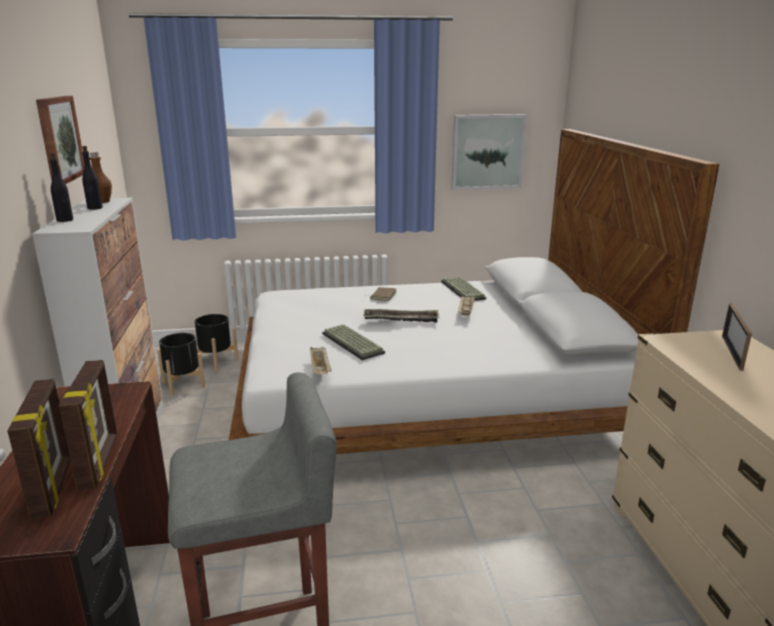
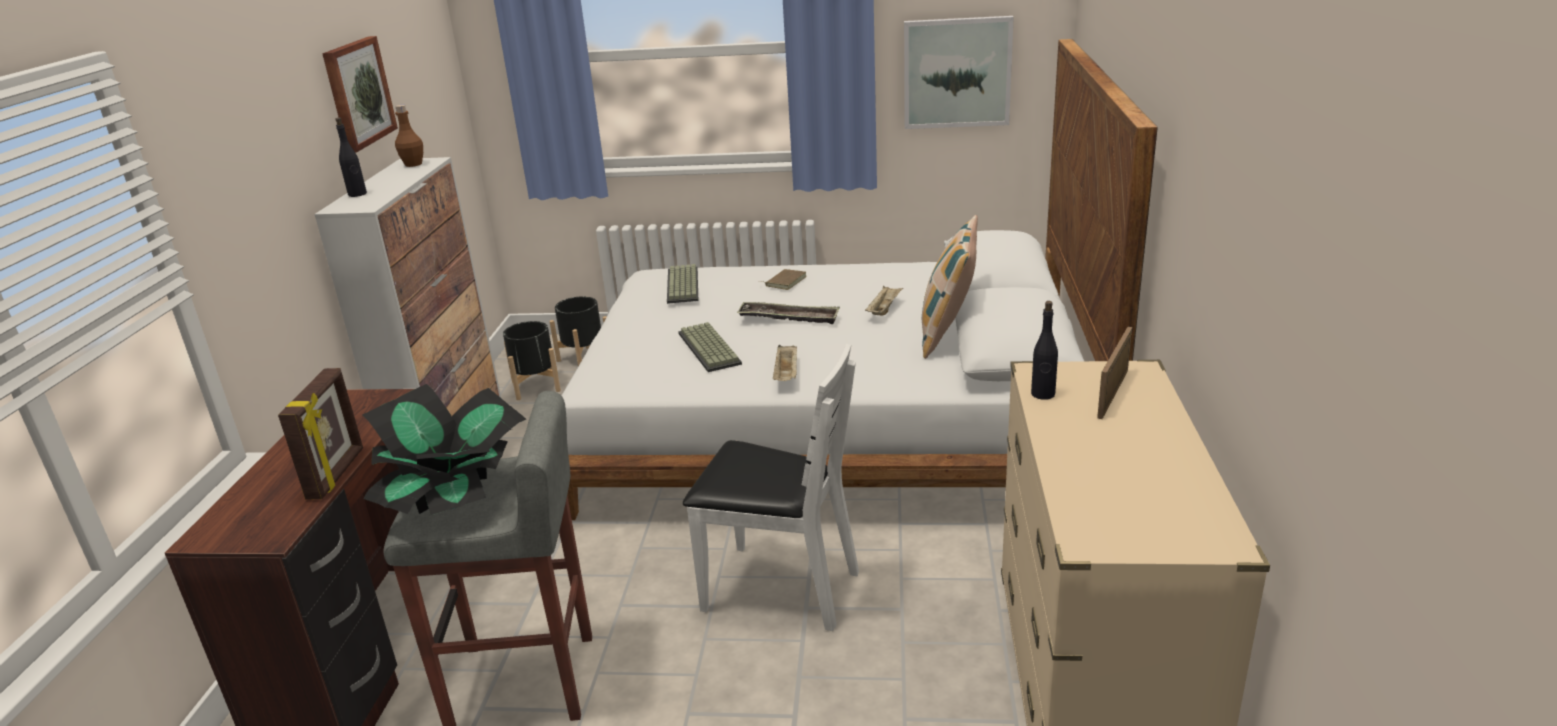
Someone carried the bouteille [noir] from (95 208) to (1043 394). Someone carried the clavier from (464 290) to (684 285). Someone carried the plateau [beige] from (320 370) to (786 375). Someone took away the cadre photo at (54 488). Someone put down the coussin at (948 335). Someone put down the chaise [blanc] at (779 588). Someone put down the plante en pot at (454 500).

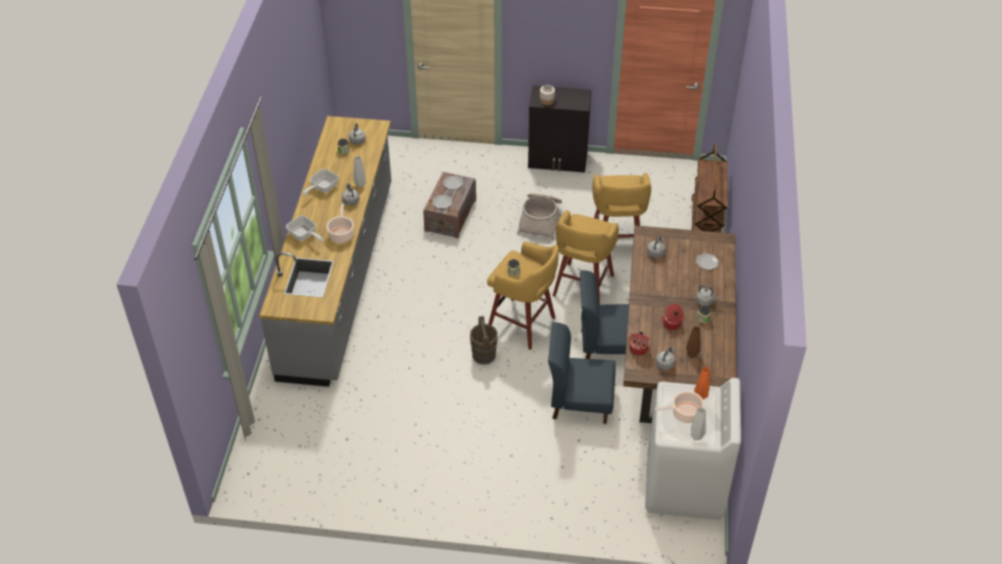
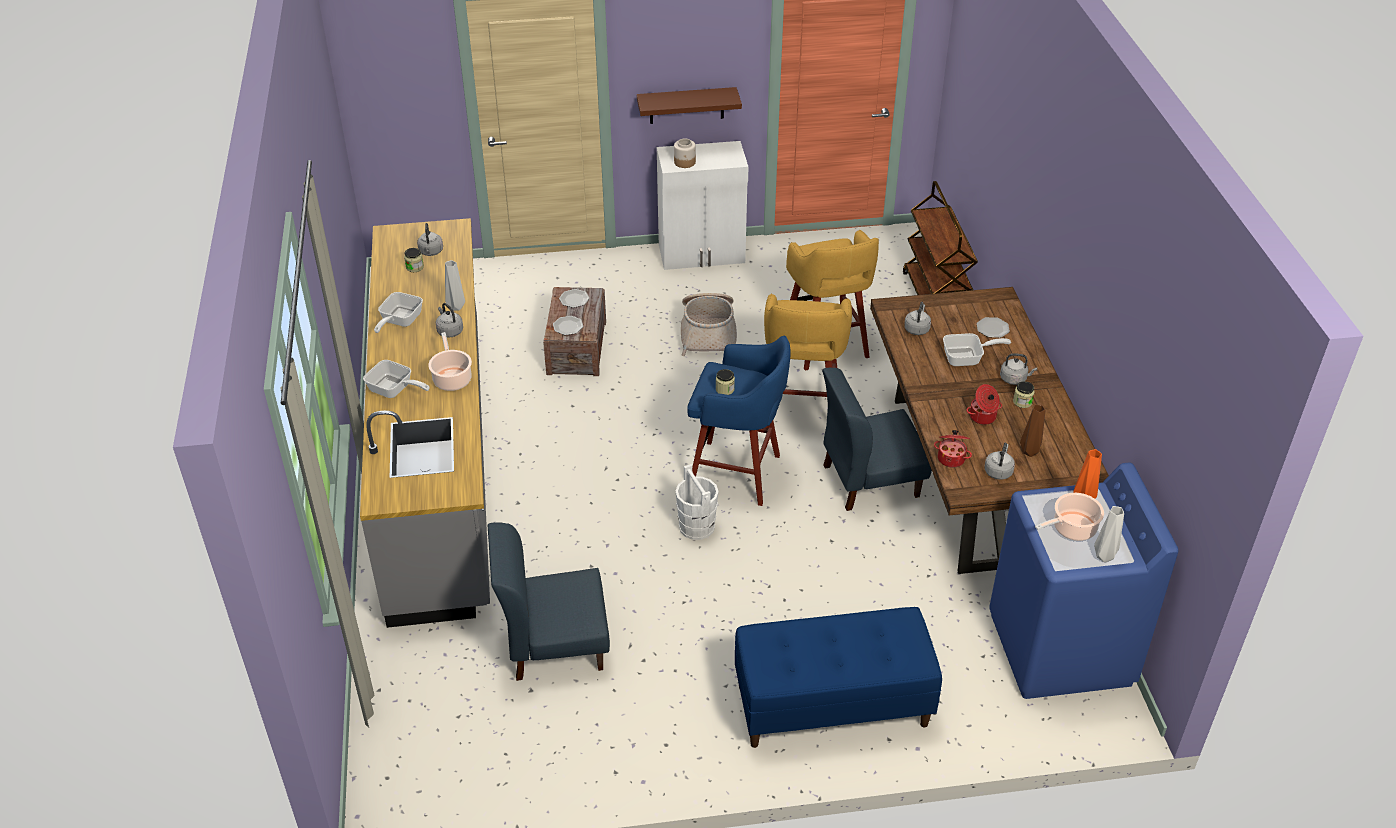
Someone repainted the meuble de rangement [noir] at (558 160), which became the meuble de rangement [blanc] at (702 254). Someone repainted the tabouret [jaune] at (523 325), which became the tabouret [bleu] at (737 474). Someone repainted the seau [marron] at (484 355), which became the seau [blanc] at (696 526). Someone carried the chaise [bleu] from (579 401) to (555 645). Someone repainted the lave-linge [blanc] at (685 486), which became the lave-linge [bleu] at (1060 649). Someone put up the étagère [marron] at (686 105). Someone put down the poêle at (967 358). Someone put down the banc [bleu] at (831 706).

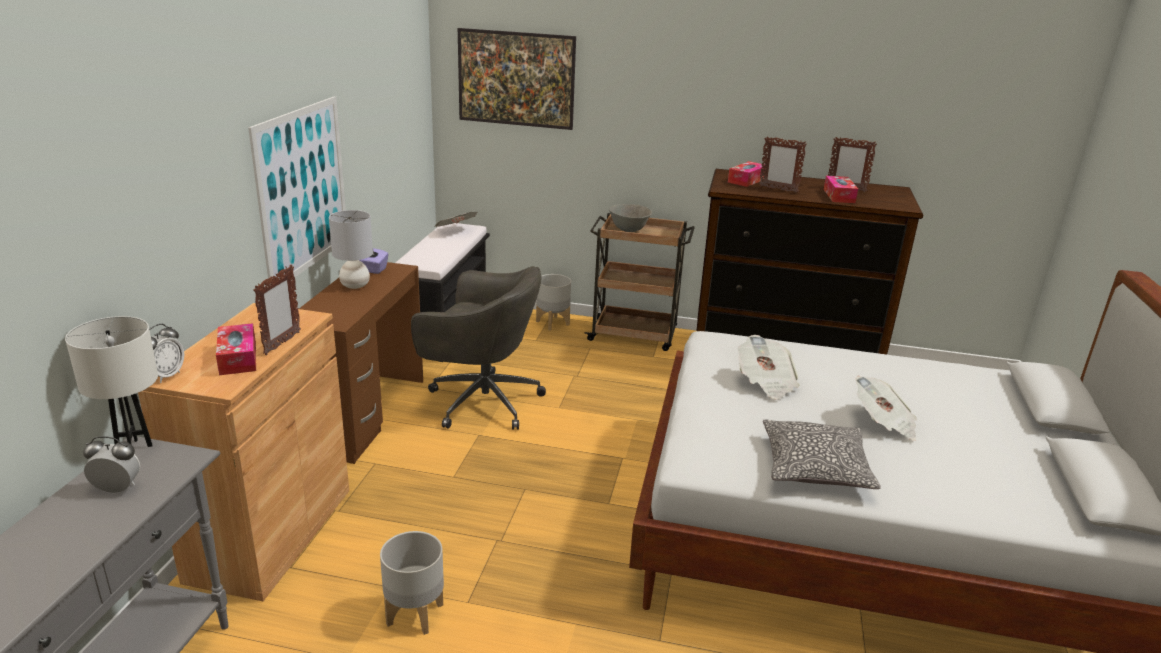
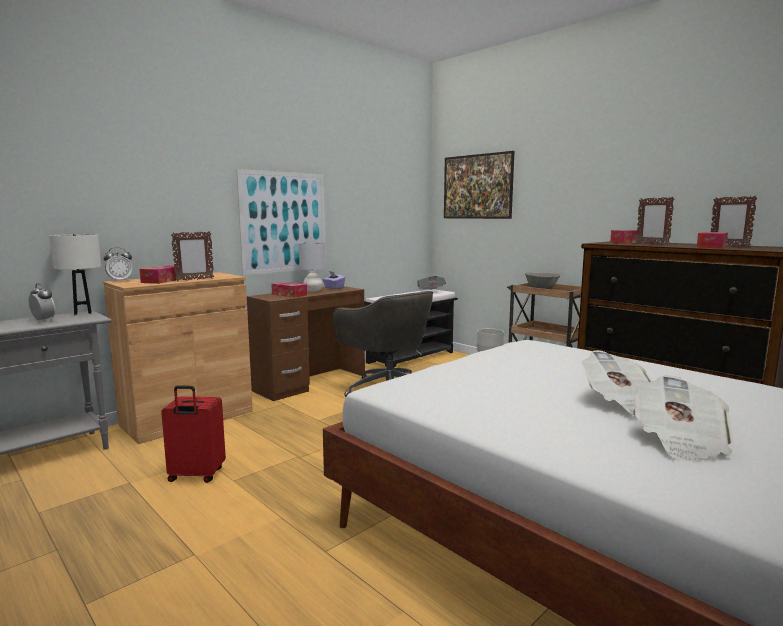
Someone carried the journal from (766 382) to (679 441). Someone took away the coussin at (815 467). Someone swapped the cache-pot [gris] at (415 615) for the valise [rouge] at (196 476). Someone put down the boîte à mouchoirs at (289 294).

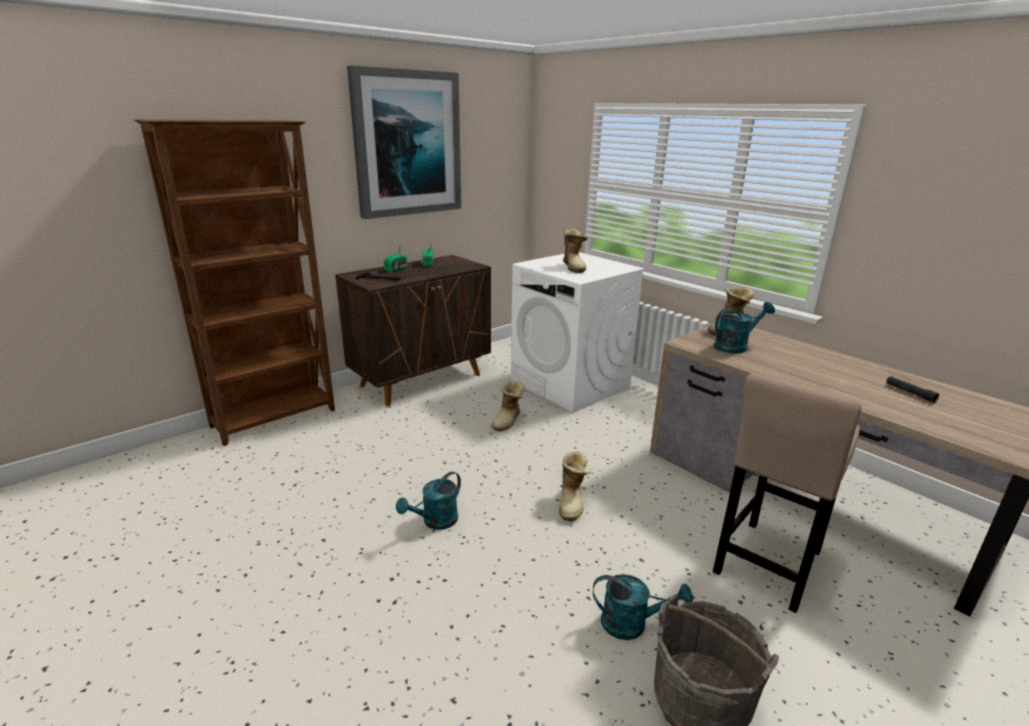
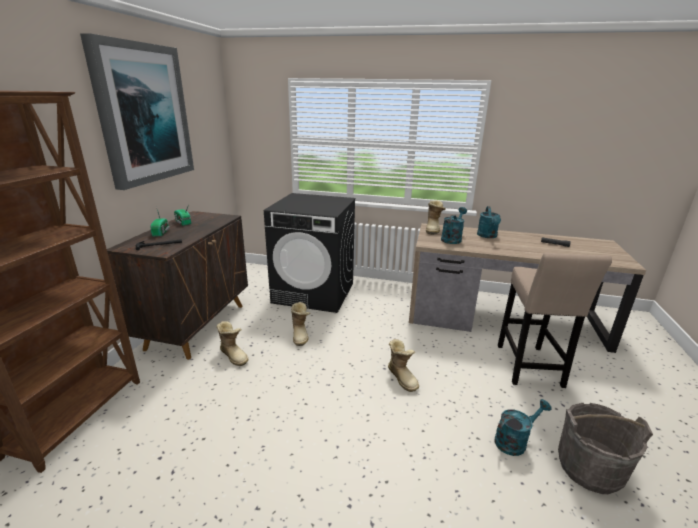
Someone carried the botte from (574 267) to (234 355). Someone repainted the lave-linge [blanc] at (570 384), which became the lave-linge [noir] at (314 293). Someone carried the arrosoir [turquoise] from (435 522) to (487 236).

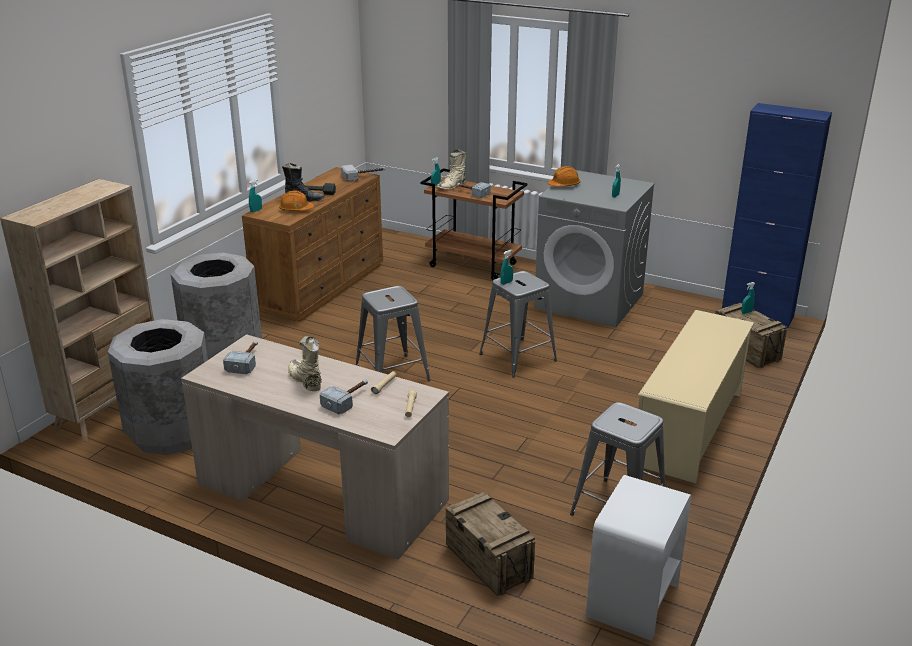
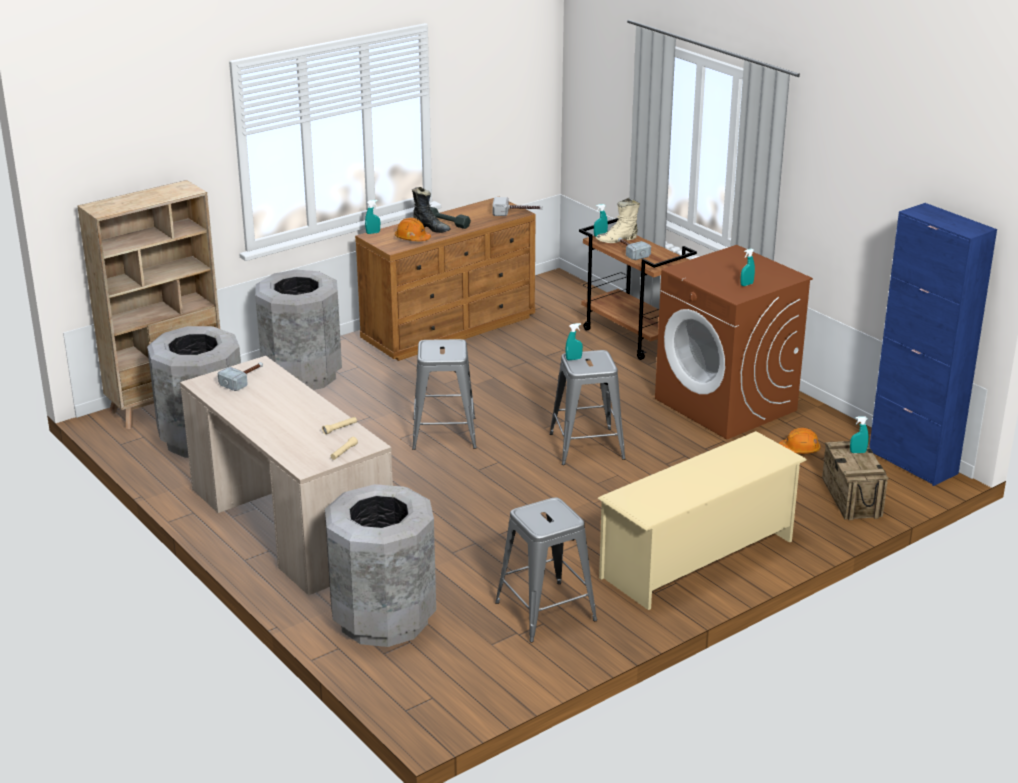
Someone carried the casque de chantier [orange] from (564 185) to (799 450). Someone repainted the lave-linge [gris] at (590 301), which became the lave-linge [marron] at (726 405). Someone took away the botte [beige] at (305 380). Someone took away the marteau at (348 400). Someone took away the table de chevet [blanc] at (633 599). Someone swapped the caisse at (487 562) for the poubelle [gris] at (383 619).

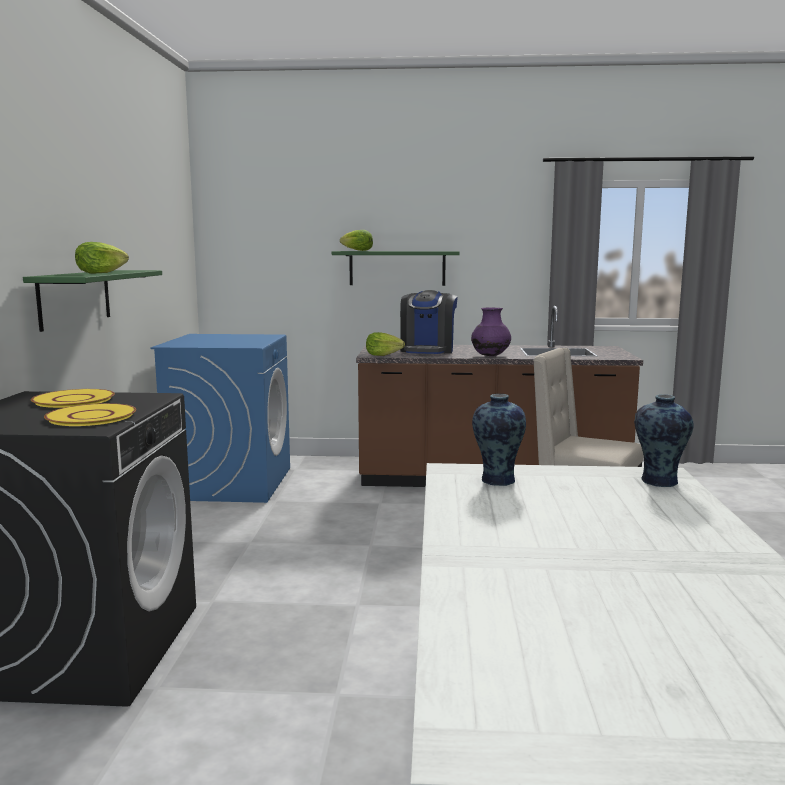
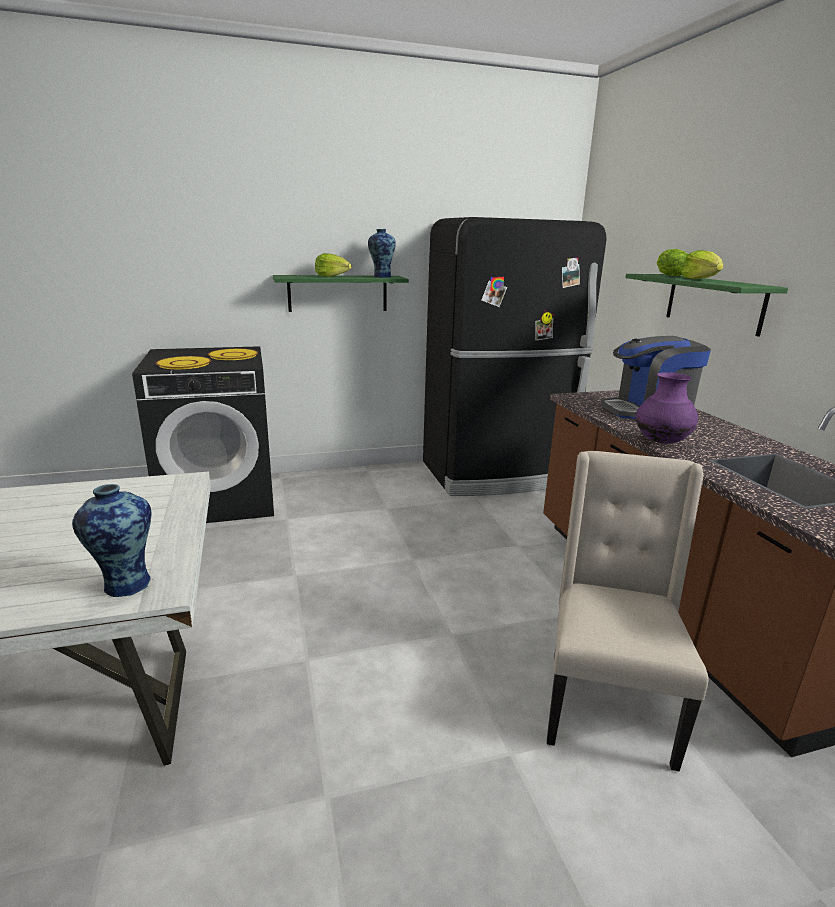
Someone carried the laitue from (383 355) to (700 279). Someone swapped the lave-linge [bleu] at (230 483) for the réfrigérateur [noir] at (498 473). Someone carried the vase from (497 480) to (381 277).

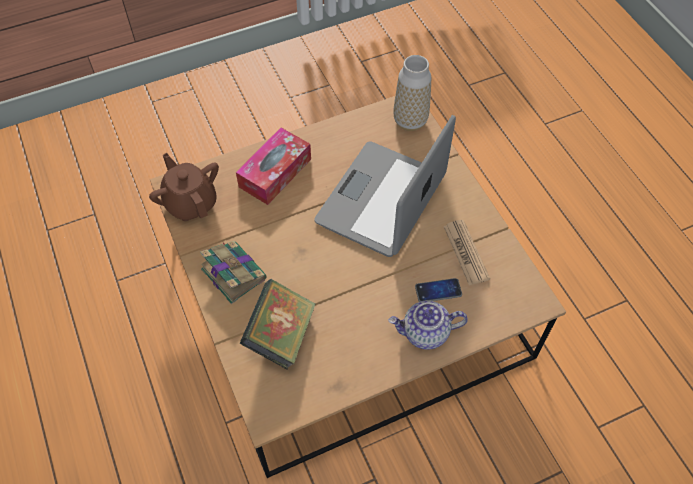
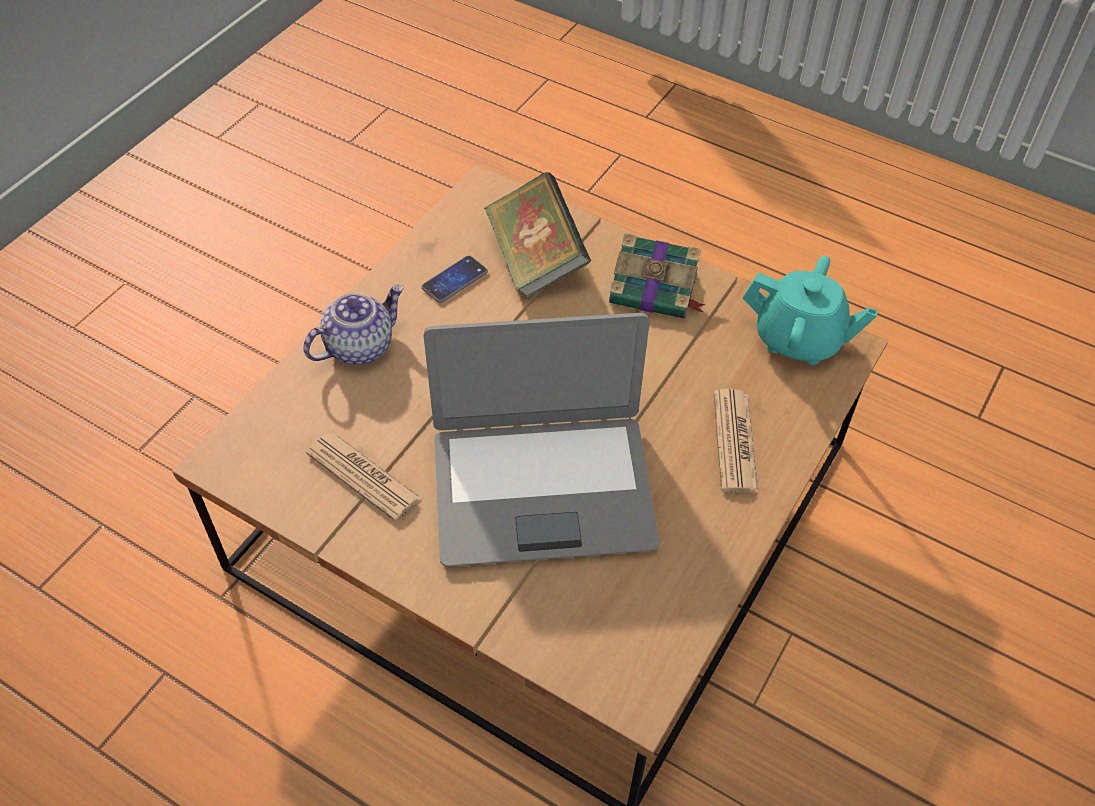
Someone took away the vase at (410 121). Someone rotated the ordinateur portable at (382 200) by 90 degrees clockwise. Someone swapped the boîte à mouchoirs at (275 173) for the journal at (734 441). Someone repainted the théière [marron] at (191 203), which became the théière [turquoise] at (799 339). Someone carried the téléphone from (438 291) to (454 280).

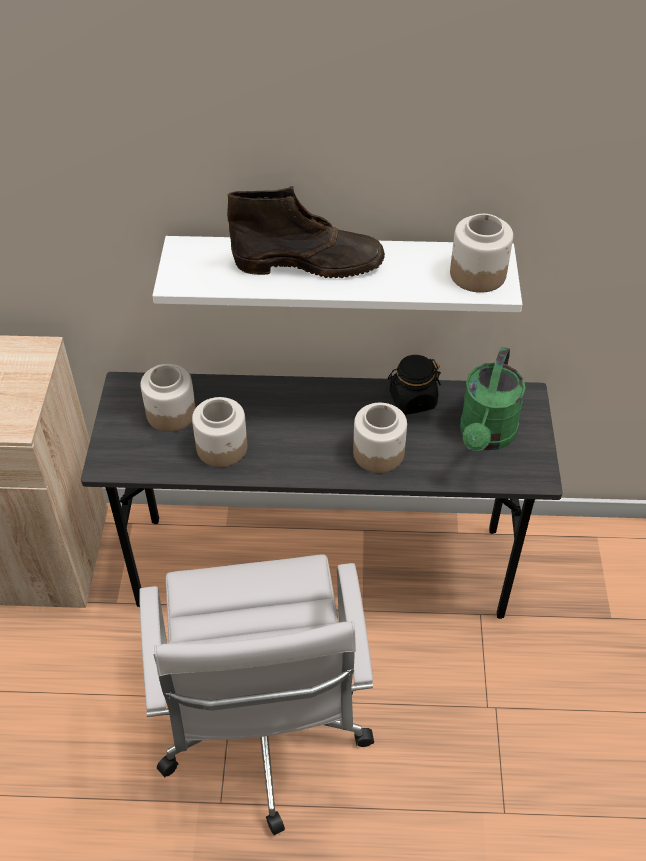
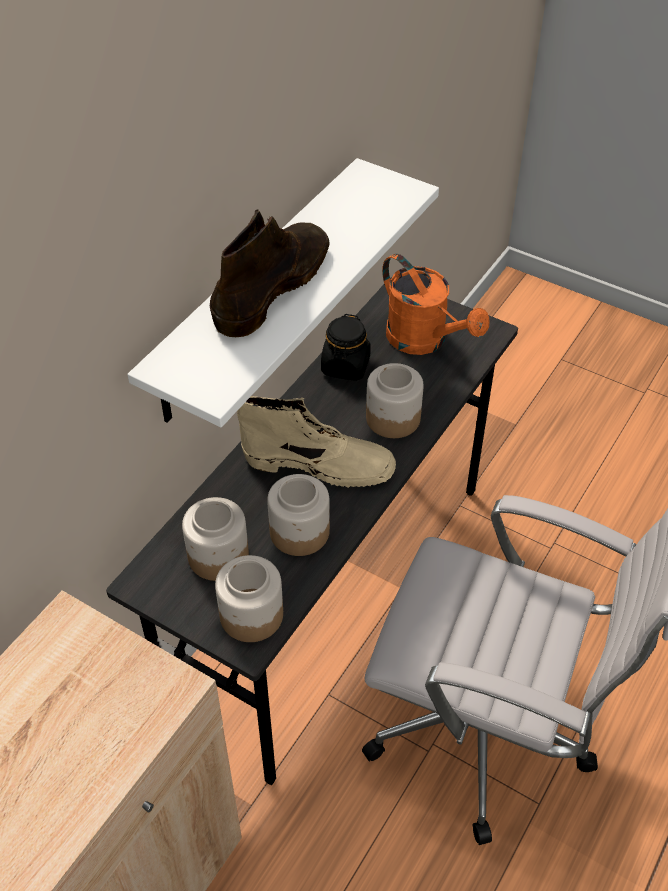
Someone carried the bocal from (477 274) to (251 614). Someone repainted the arrosoir [vert] at (485 437), which became the arrosoir [orange] at (425 341). Someone put down the botte [beige] at (320 464).

